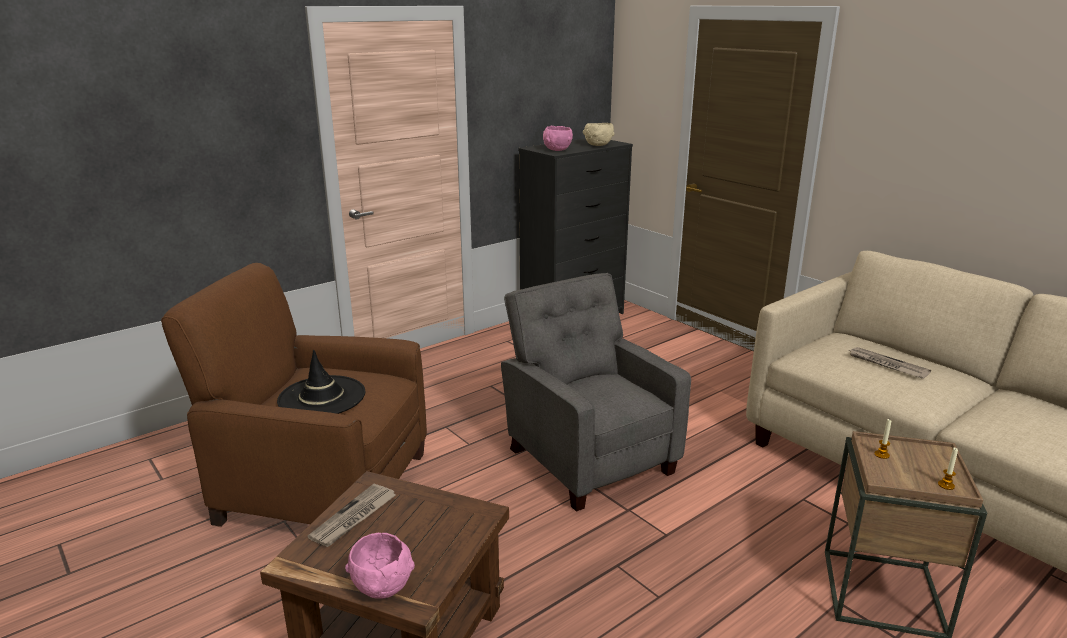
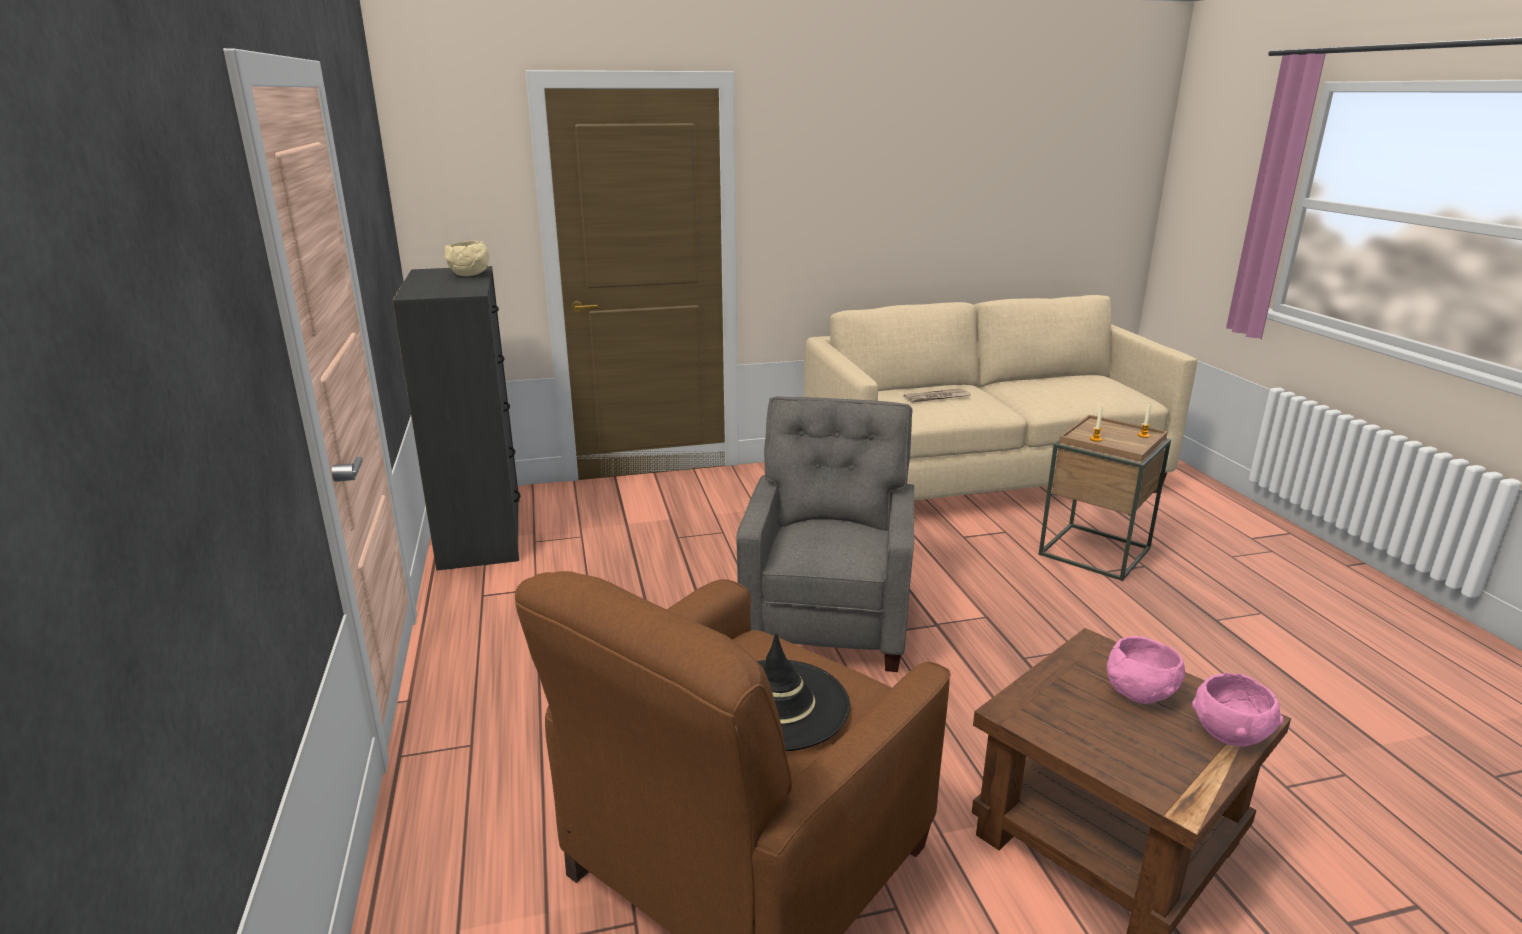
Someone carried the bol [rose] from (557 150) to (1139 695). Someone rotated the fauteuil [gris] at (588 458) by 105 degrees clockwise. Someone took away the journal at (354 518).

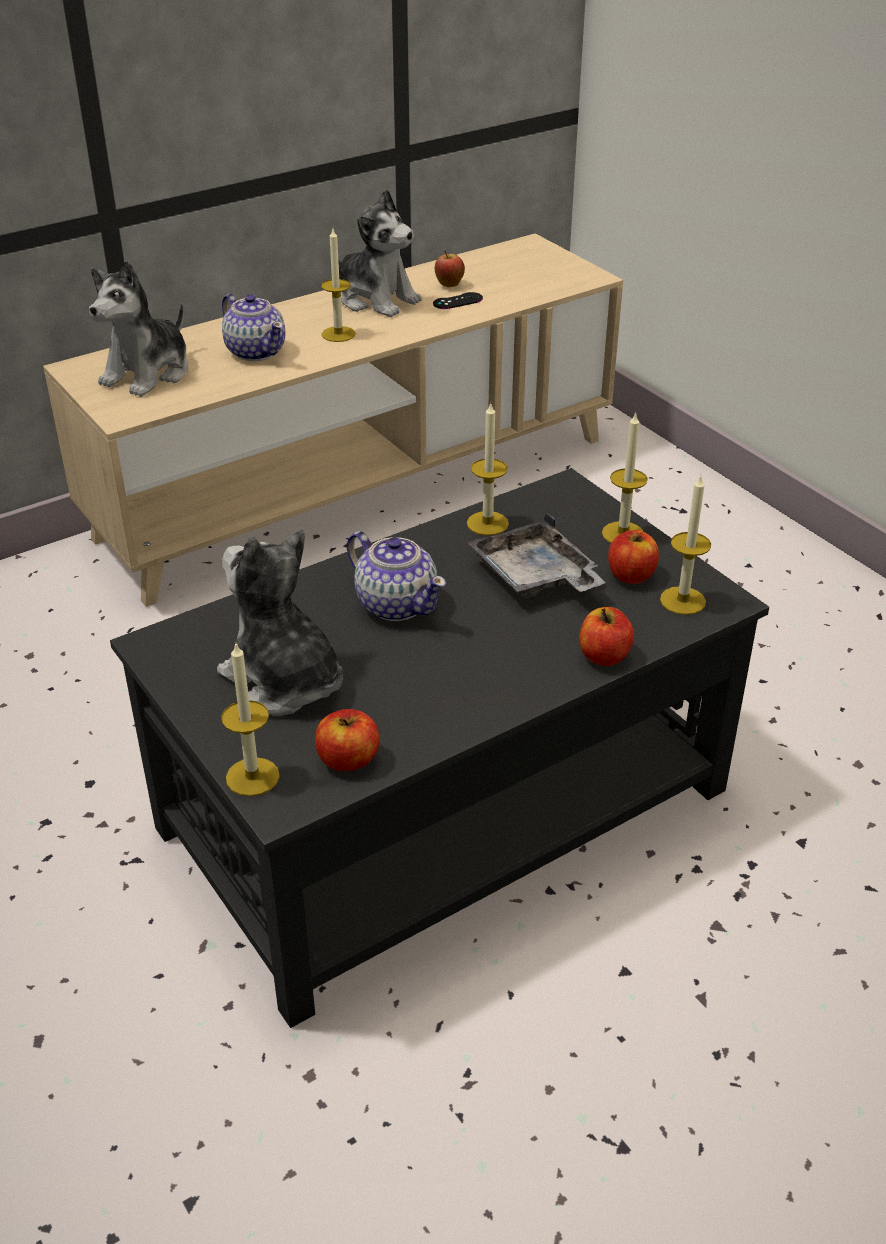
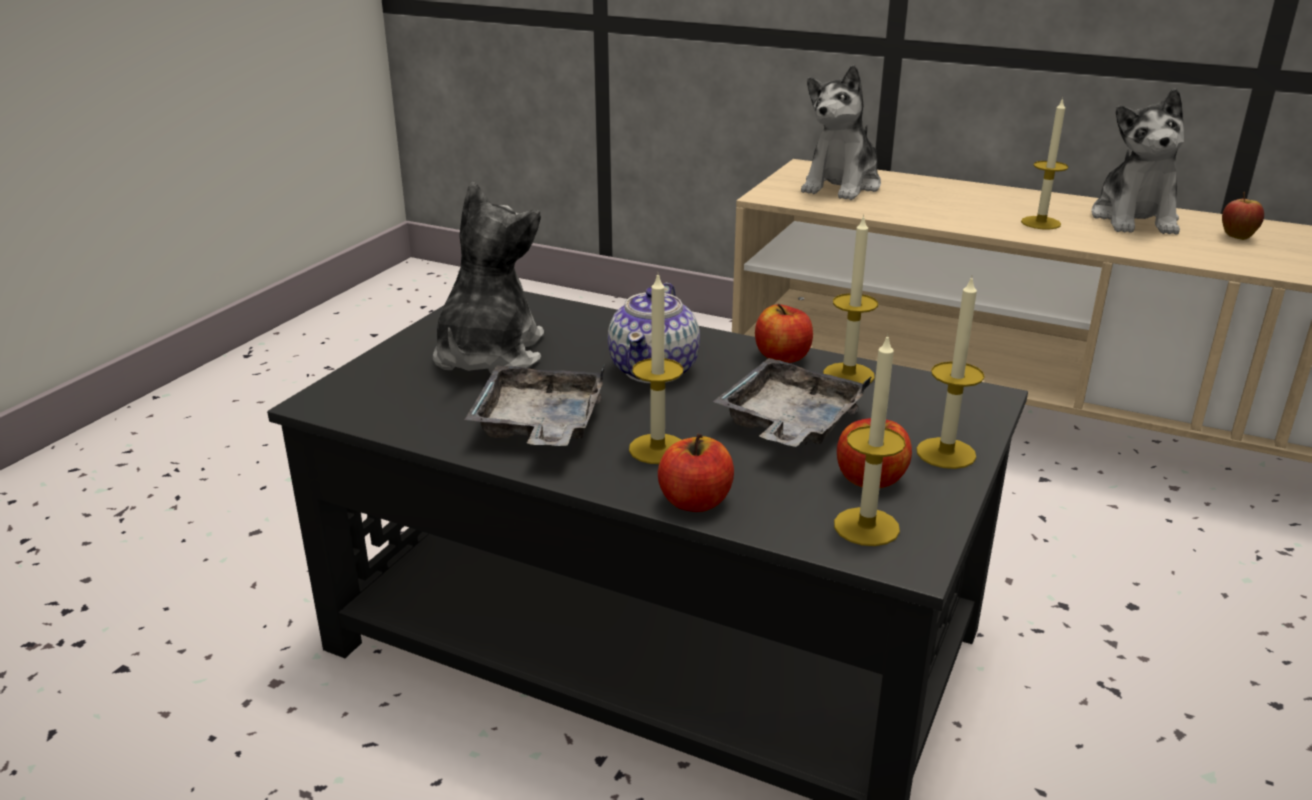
Someone rotated the peluche at (148 373) by 60 degrees counterclockwise. Someone took away the manette [noir] at (458 301). Someone took away the théière at (256 351). Someone carried the bougie from (252 777) to (657 449). Someone carried the pomme from (348 759) to (782 357). Someone put down the plateau [gris] at (539 426).

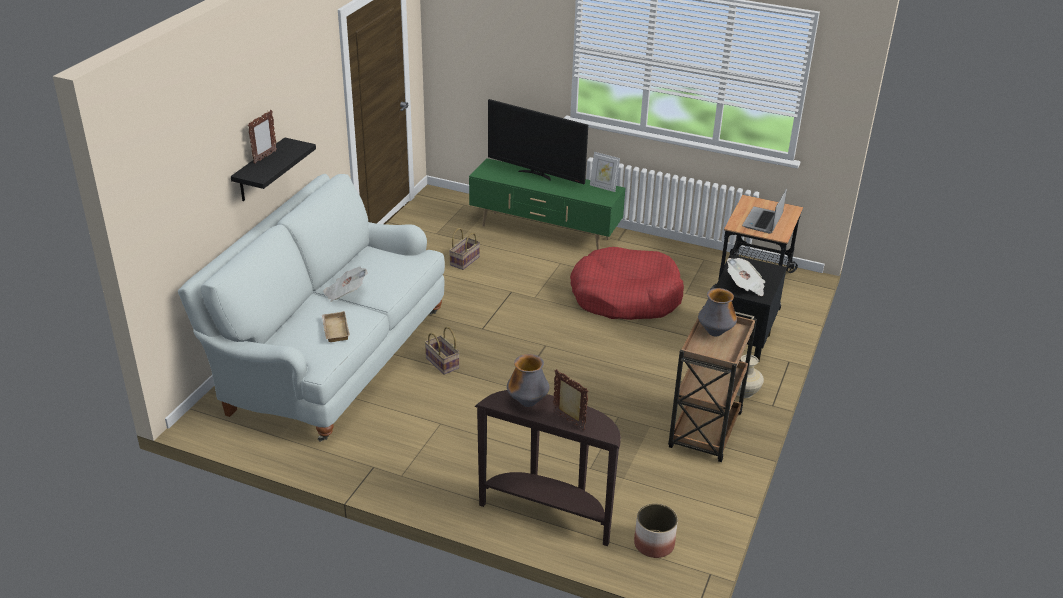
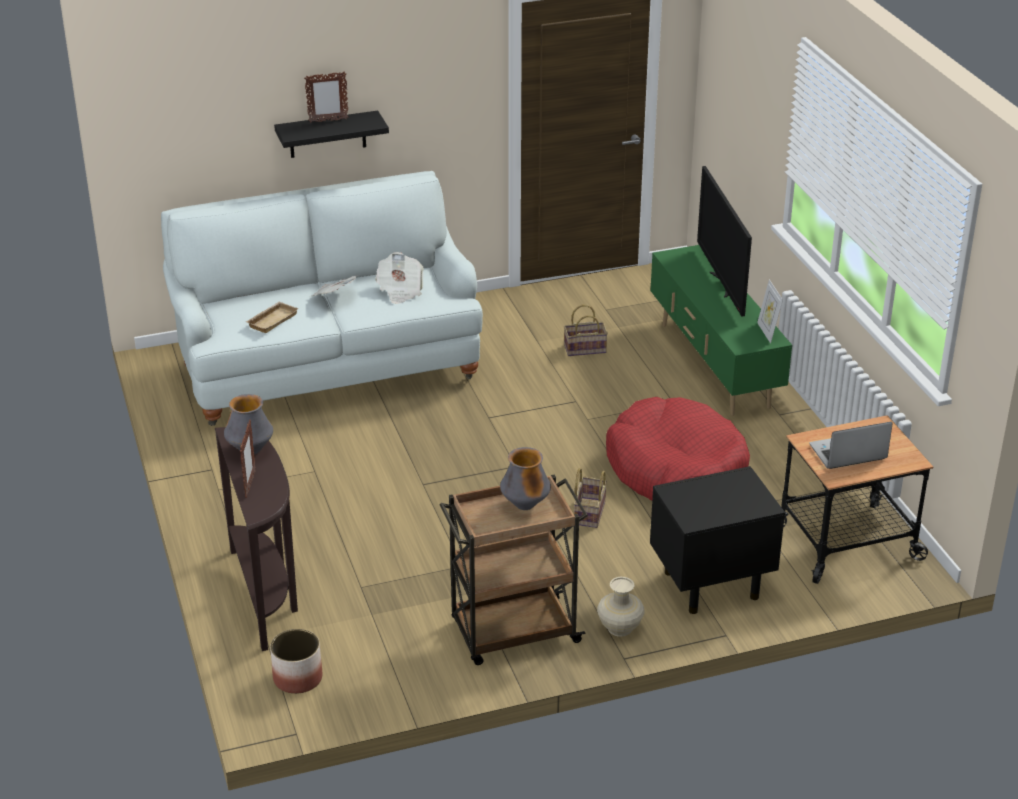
Someone carried the journal from (745 286) to (400 290). Someone carried the panier from (441 363) to (588 512).

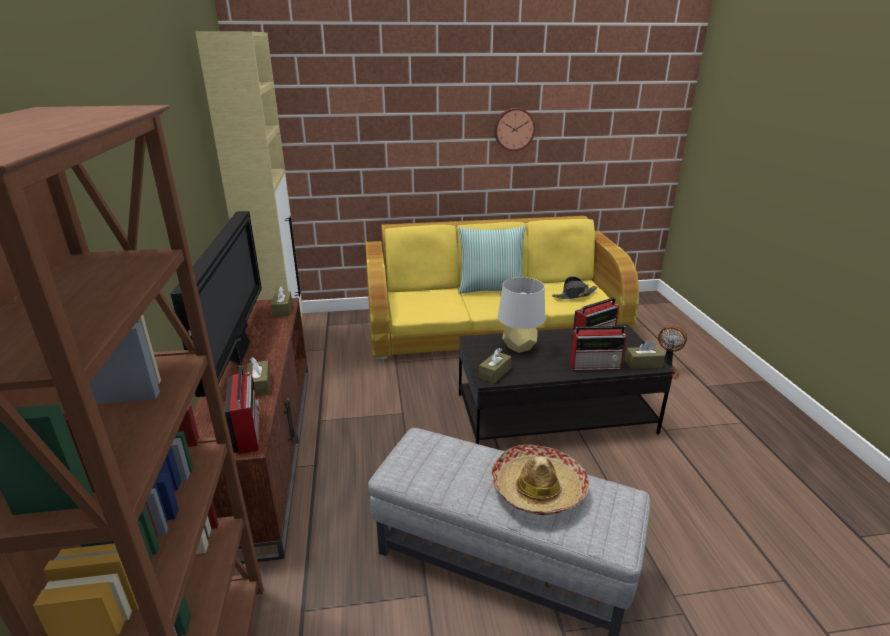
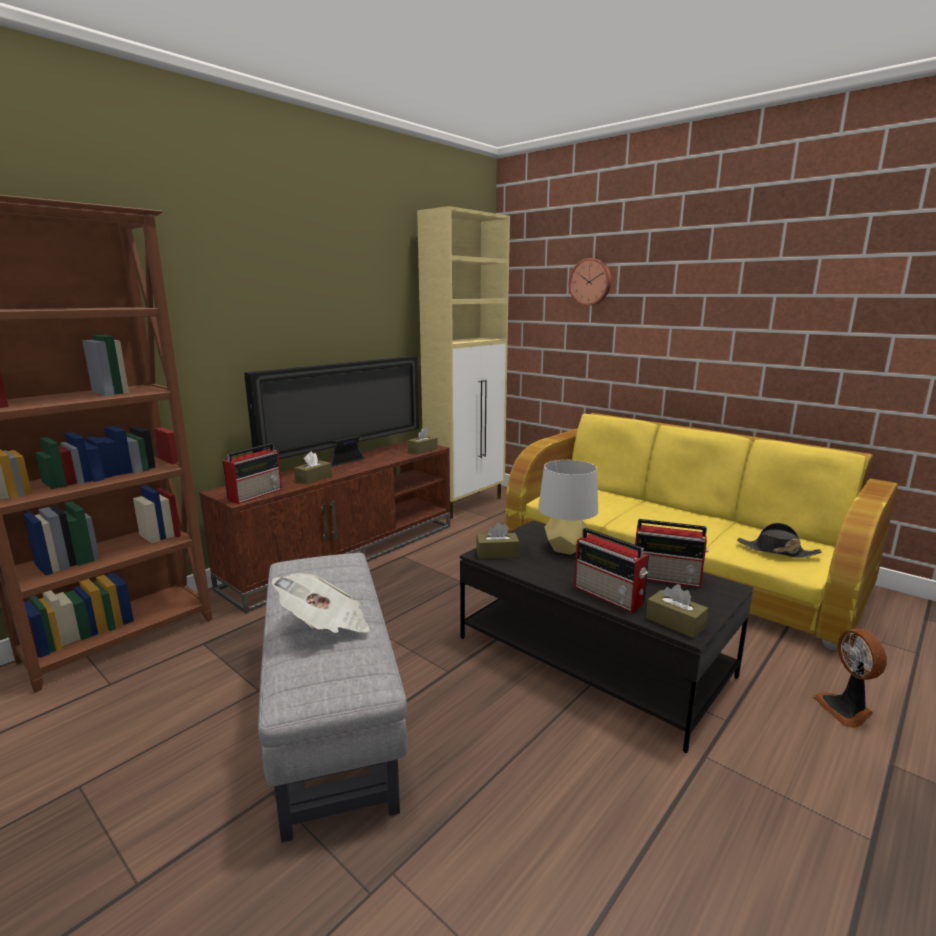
Someone carried the horloge murale from (514 129) to (590 282). Someone took away the coussin at (490 288). Someone swapped the chapeau at (538 488) for the journal at (325 625).

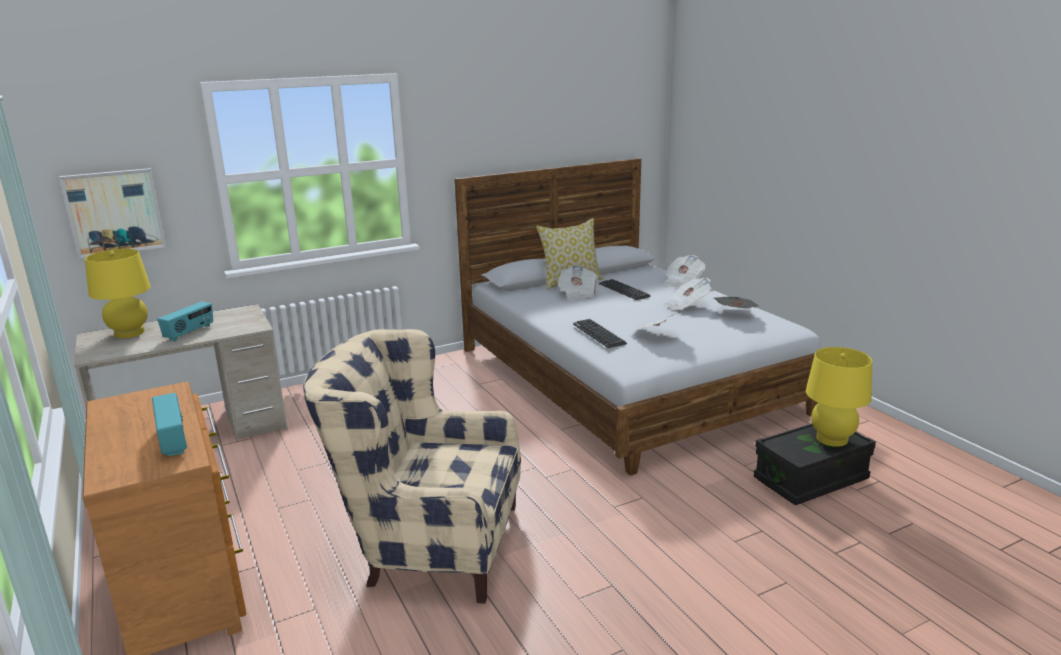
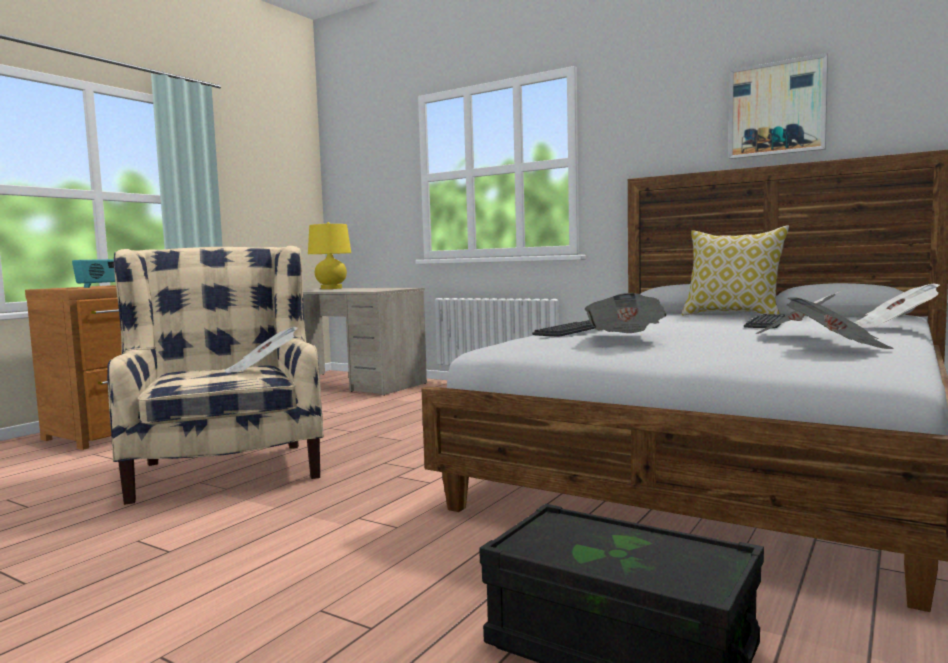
Someone carried the tableau from (114 212) to (776 109). Someone carried the journal from (577 294) to (262 369). Someone took away the radio at (189 333). Someone took away the lampe de table [jaune] at (832 439).

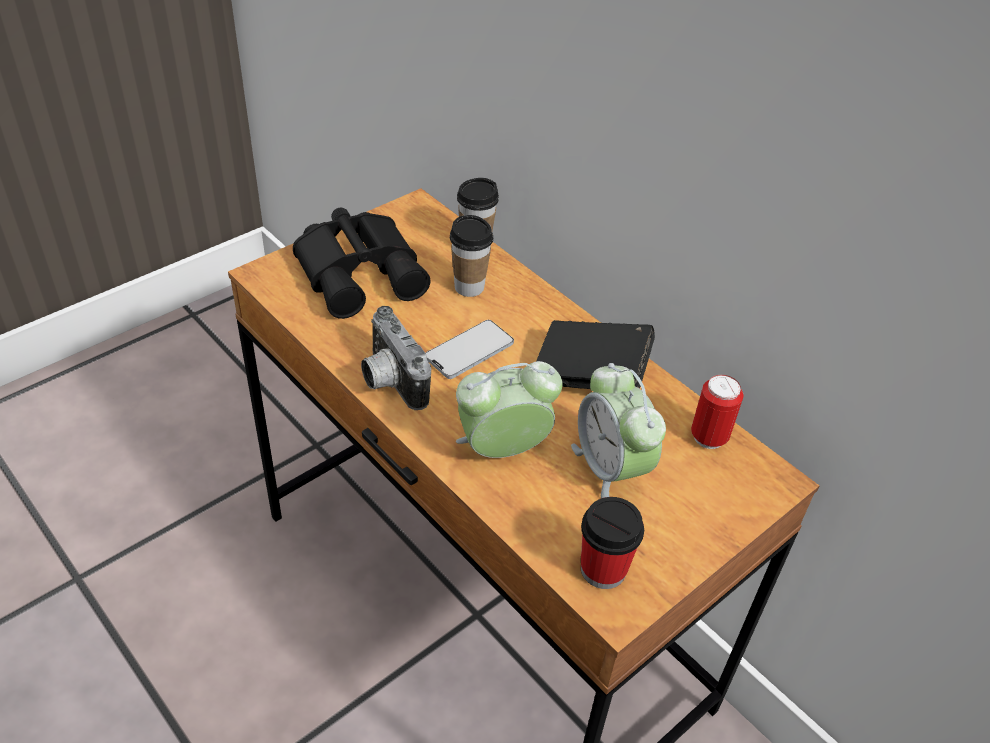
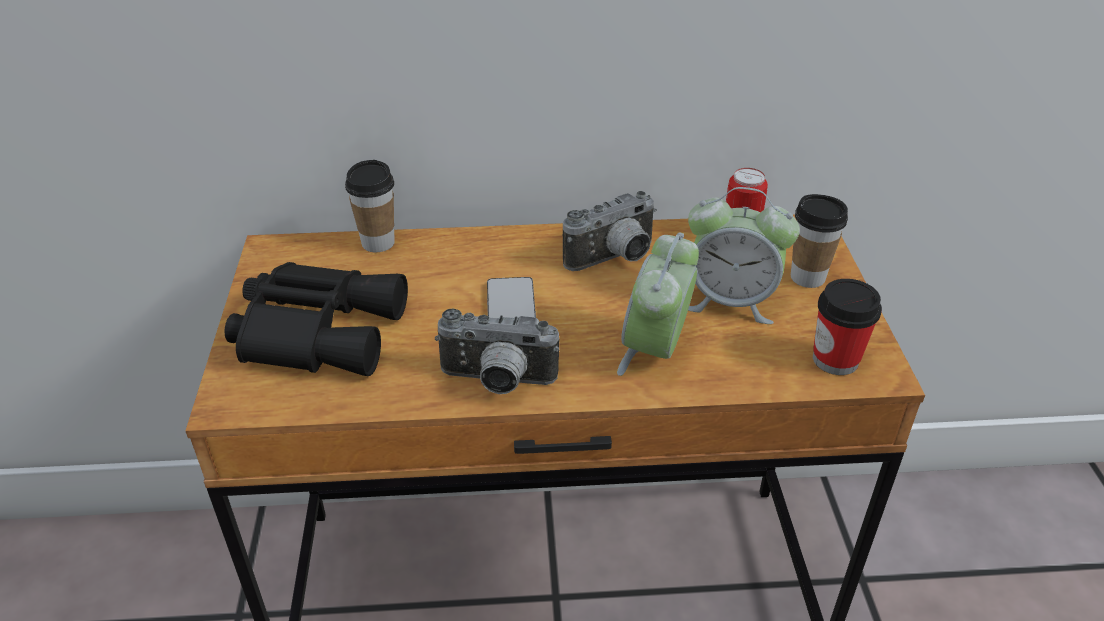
Someone carried the tasse from (469 287) to (807 277). Someone swapped the livre [noir] at (590 376) for the appareil photo at (615 259).

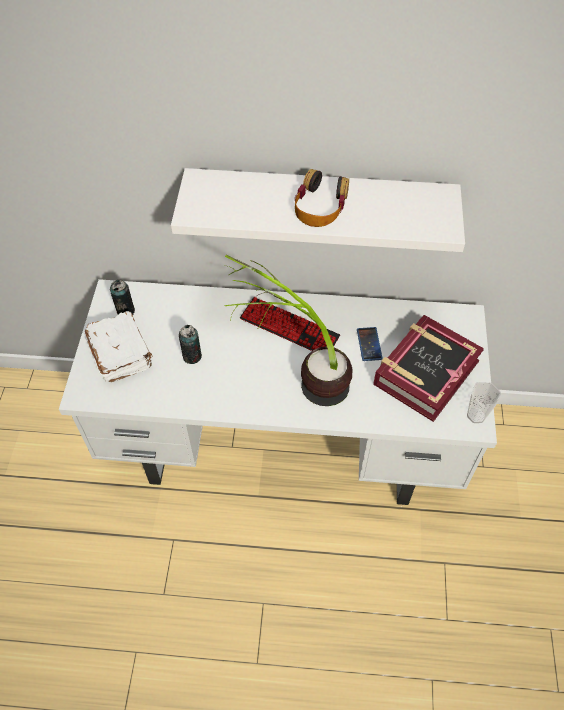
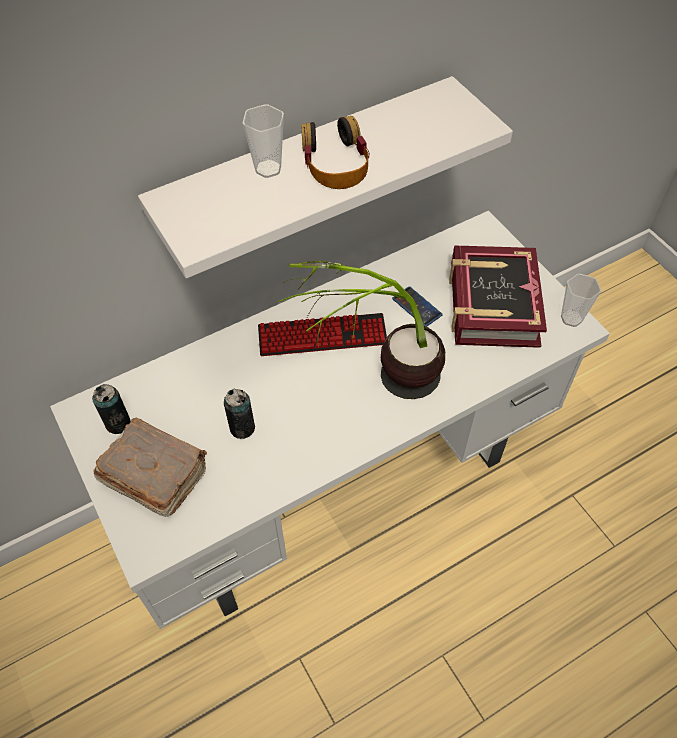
Someone repainted the livre [blanc] at (121 353), which became the livre [marron] at (154 474). Someone put down the tasse at (268 169).

